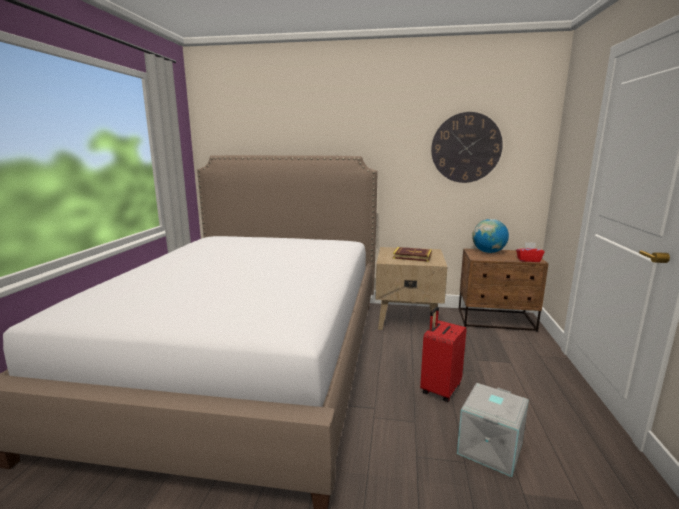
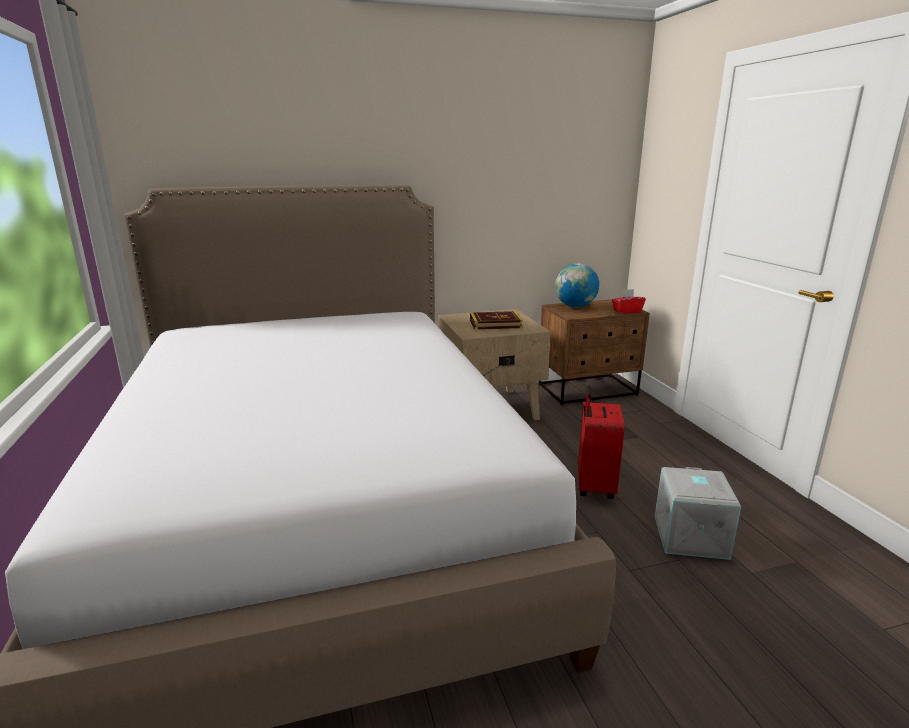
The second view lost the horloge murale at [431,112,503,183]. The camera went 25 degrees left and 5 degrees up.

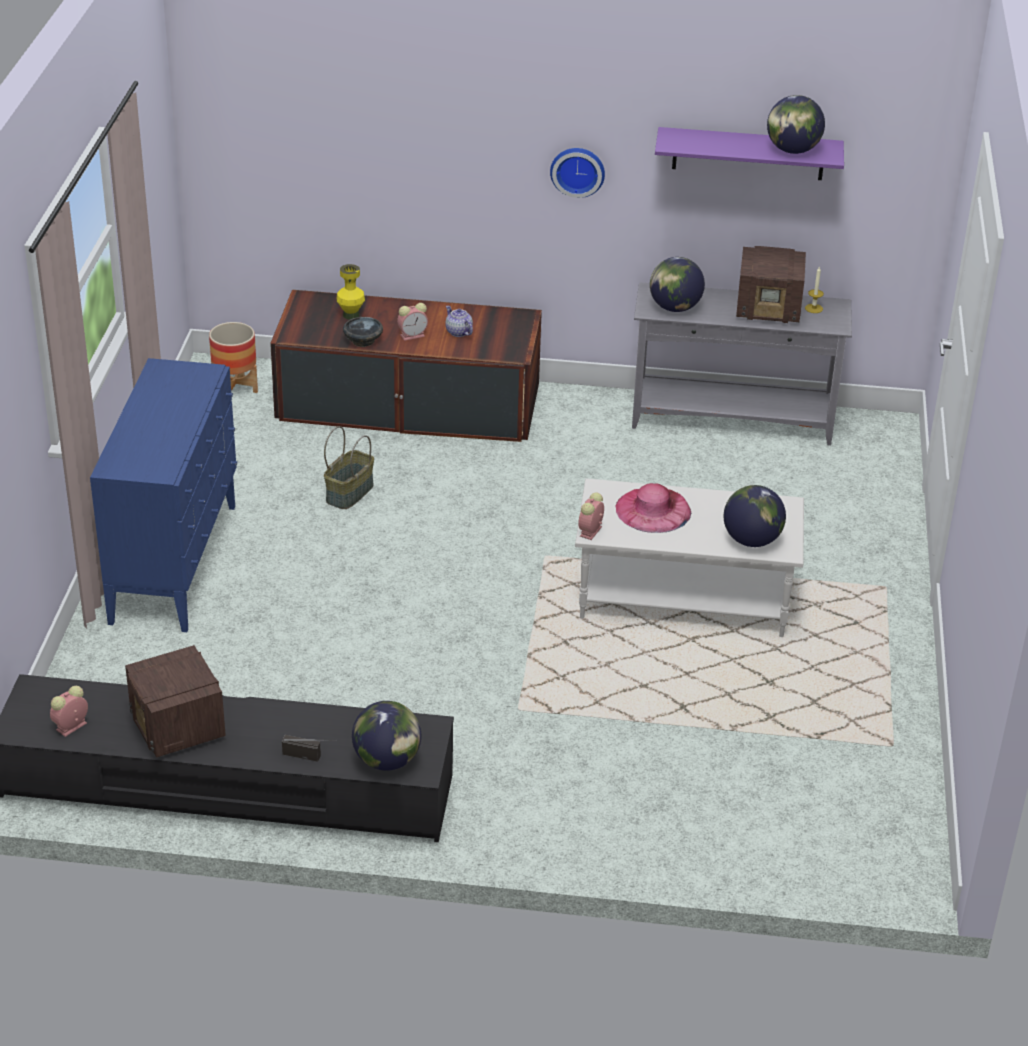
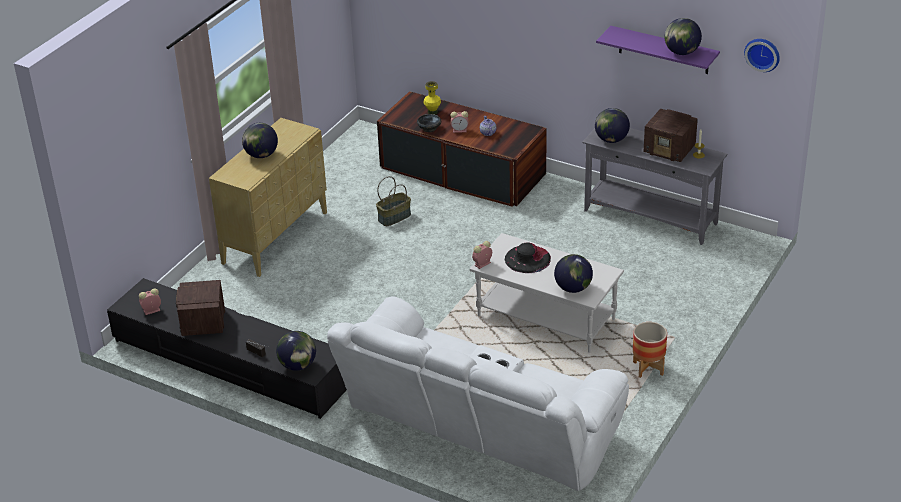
What was the commode/bleu at [90,358,237,632] turned into the commode/beige at [209,118,327,277]. The second view gained the globe at [242,123,278,158]. The second view gained the canapé/blanc at [327,296,629,491]. What was the chapeau/rose at [616,483,691,533] turned into the chapeau/noir at [505,242,551,273]. The cache-pot ended up elsewhere, having gone from [209,322,258,393] to [633,322,667,378]. The horloge murale ended up elsewhere, having gone from [550,148,605,198] to [744,39,780,72]. The camera went 25 degrees right and 0 degrees up.

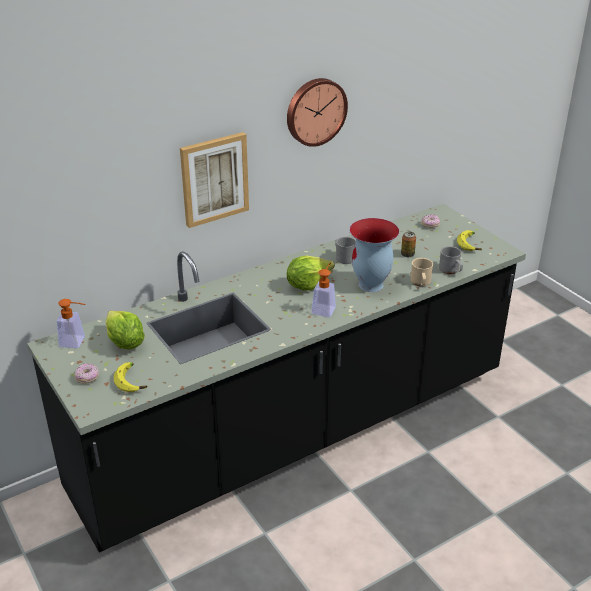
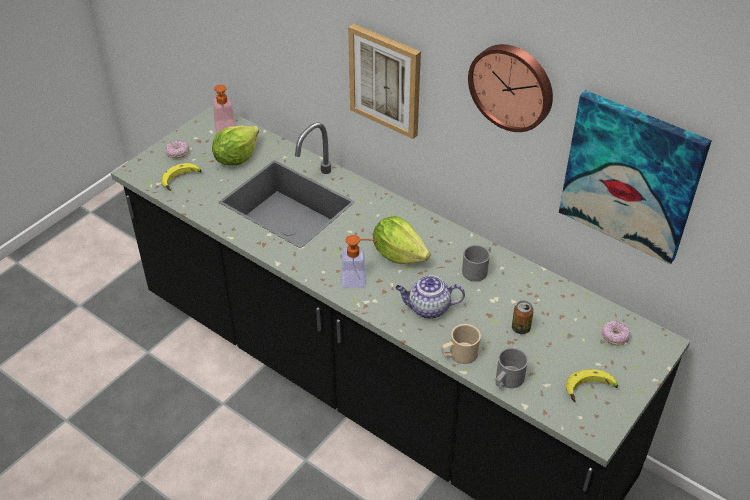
Where the vase stood at [349,218,399,292], the théière came to stand at [395,275,465,319]. The second view gained the tableau at [559,90,712,264]. The camera went 70 degrees right and 10 degrees up.

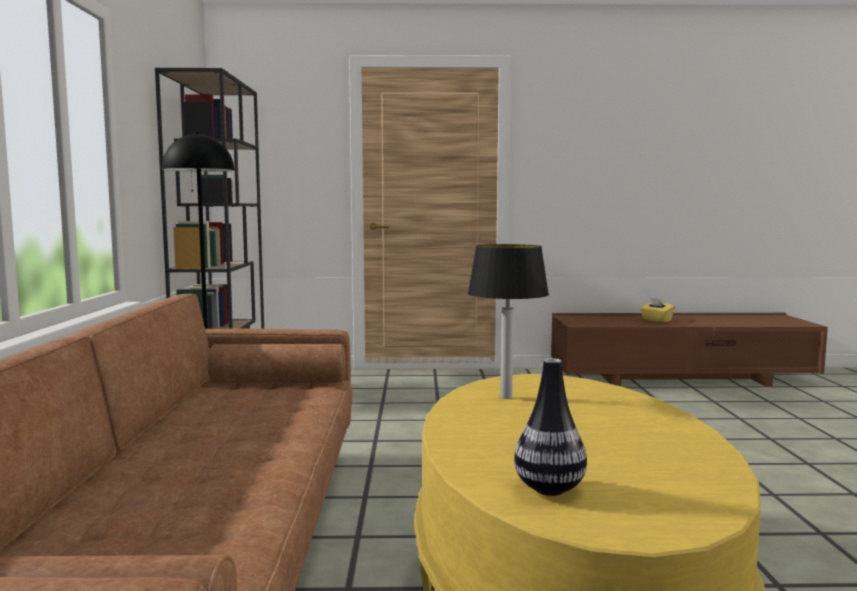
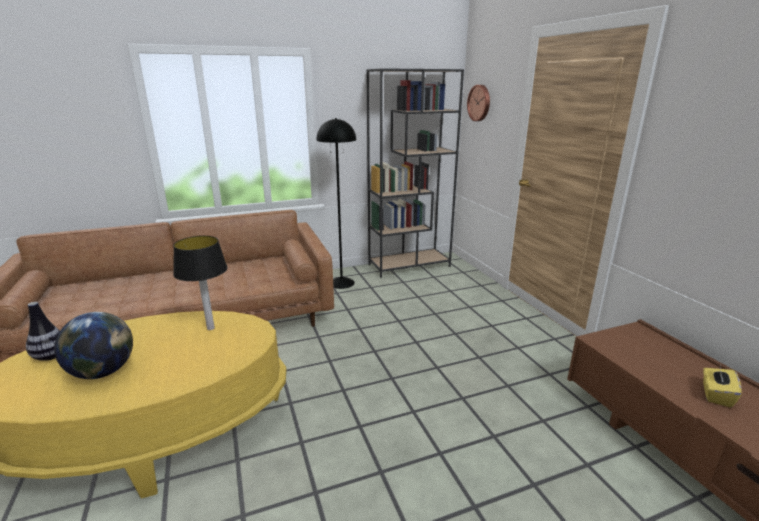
The second view gained the globe at [54,312,133,379]. The second view gained the horloge murale at [467,85,490,121]. The camera went 70 degrees right and 15 degrees up.

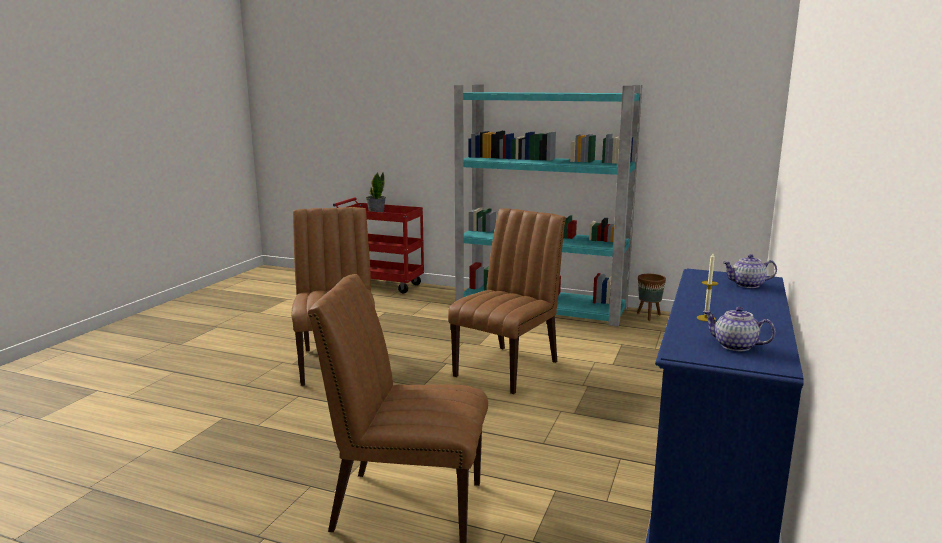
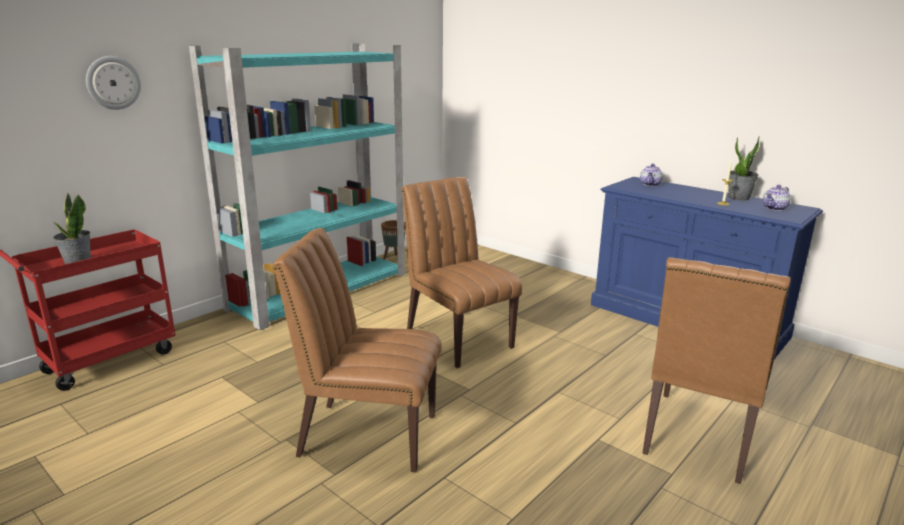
The second view gained the horloge murale at [86,56,141,110]. The second view gained the plante en pot at [728,136,760,200]. The camera went 70 degrees left and 5 degrees up.

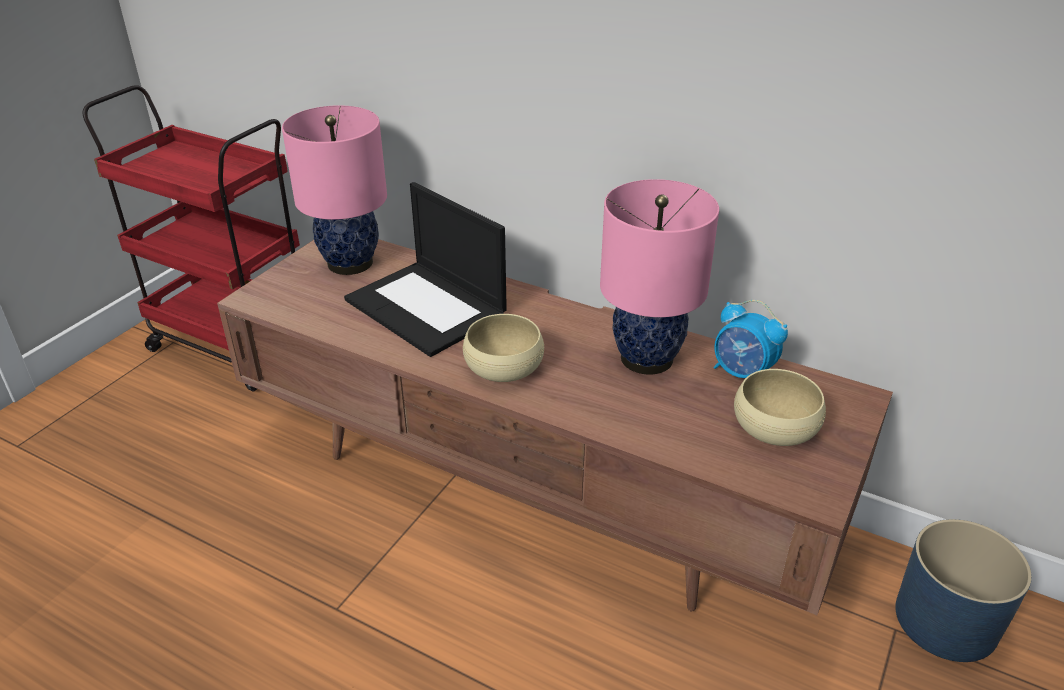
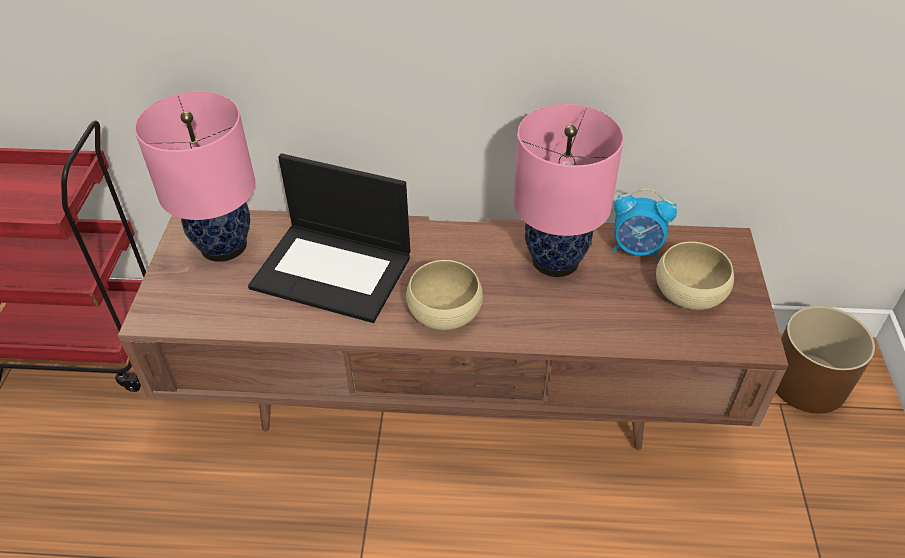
What was the cache-pot/bleu at [895,519,1032,662] turned into the cache-pot/marron at [776,306,875,413]. The camera went 25 degrees left and 10 degrees up.

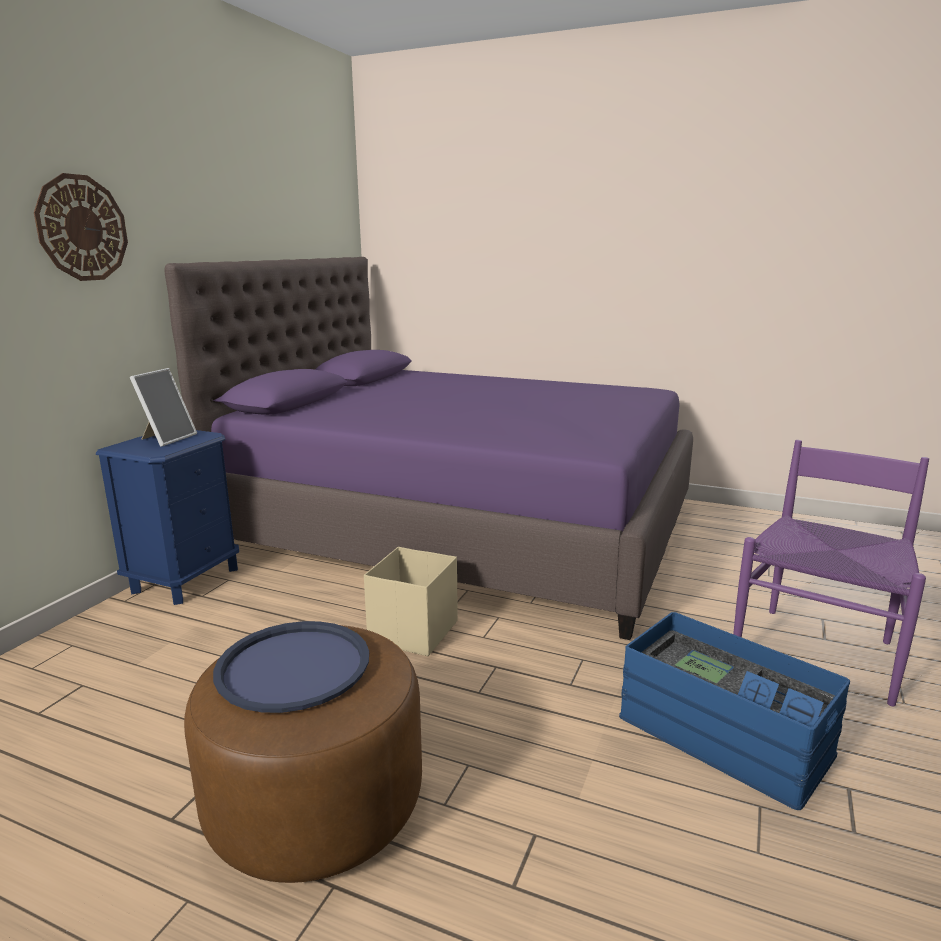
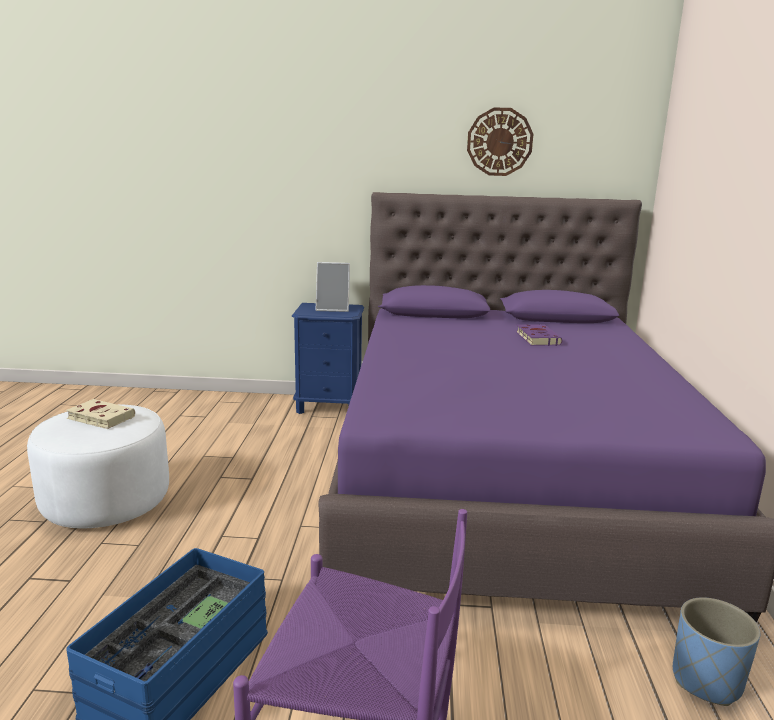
What was the pouf/marron at [184,625,422,883] turned into the pouf/blanc at [27,404,169,528]. Where the plateau/bleu stood at [213,621,369,713], the livre/beige came to stand at [66,399,135,429]. The horloge murale ended up elsewhere, having gone from [34,173,128,281] to [467,108,533,176]. The second view gained the livre/violet at [516,324,562,346]. The second view gained the cache-pot/bleu at [673,597,760,706]. The second view lost the boîte de rangement/beige at [364,547,458,656]. The camera went 70 degrees right and 0 degrees up.

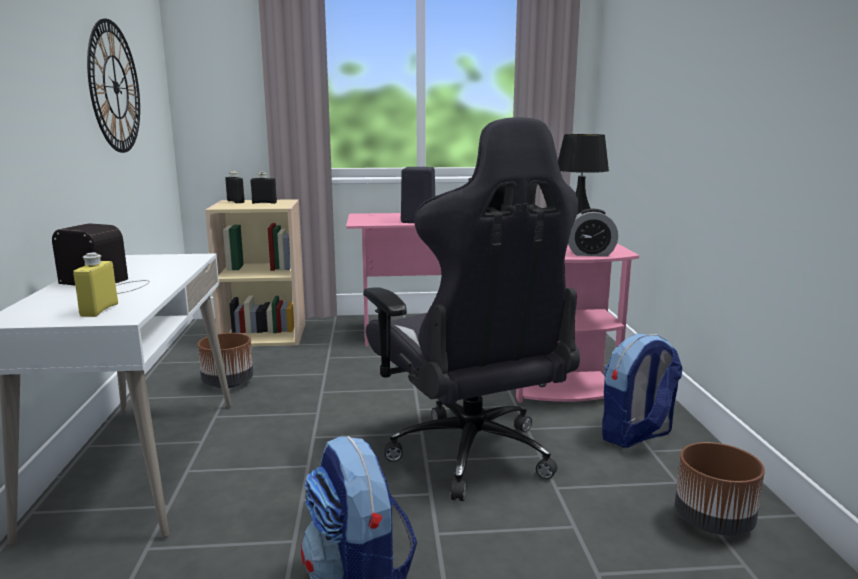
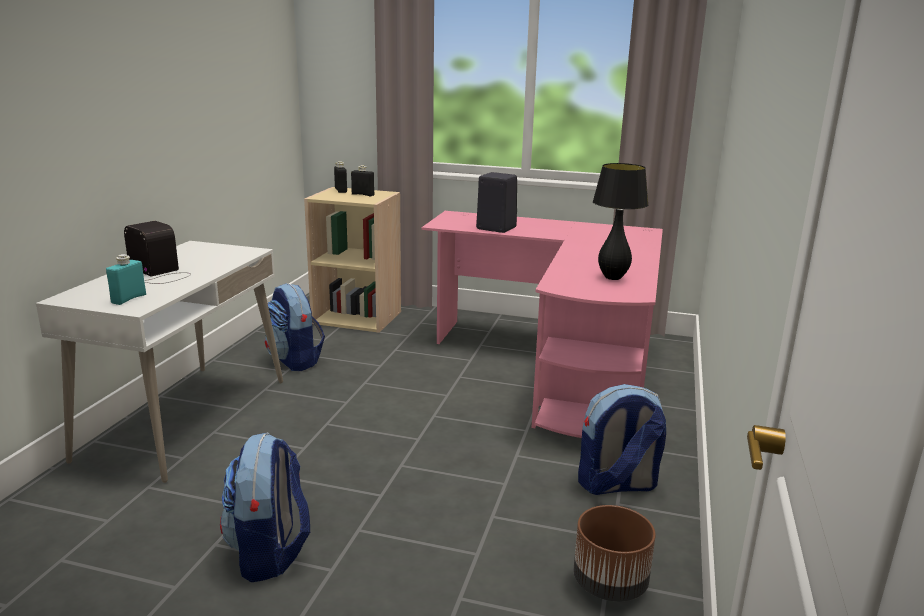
What was the bouteille/jaune at [73,253,118,317] turned into the bouteille/turquoise at [106,254,146,305]. Where the cache-pot/marron stood at [198,333,253,388], the sac à dos came to stand at [265,283,325,371]. The second view lost the horloge murale at [87,19,140,153]. The second view lost the chaise de bureau/noir at [363,117,580,501]. The second view lost the réveil at [568,208,618,256]. The camera went 20 degrees right and 5 degrees up.

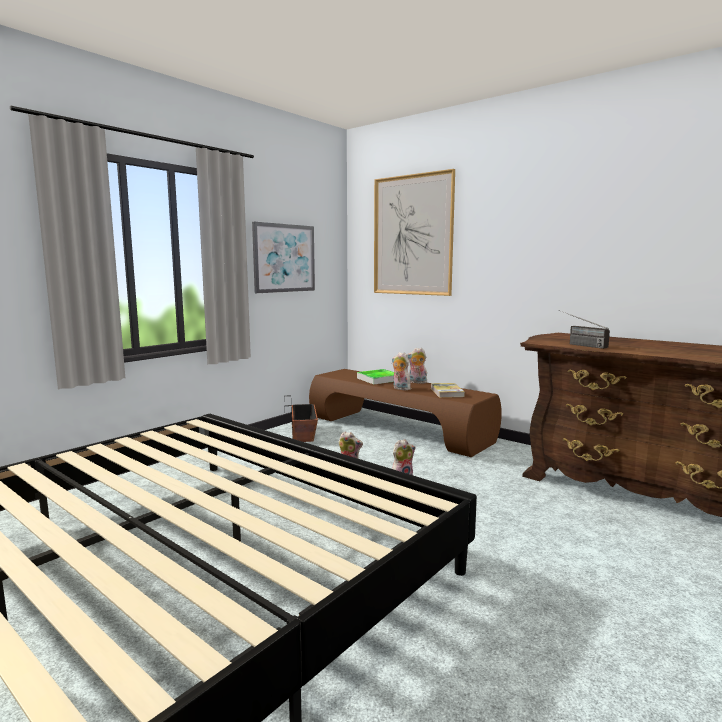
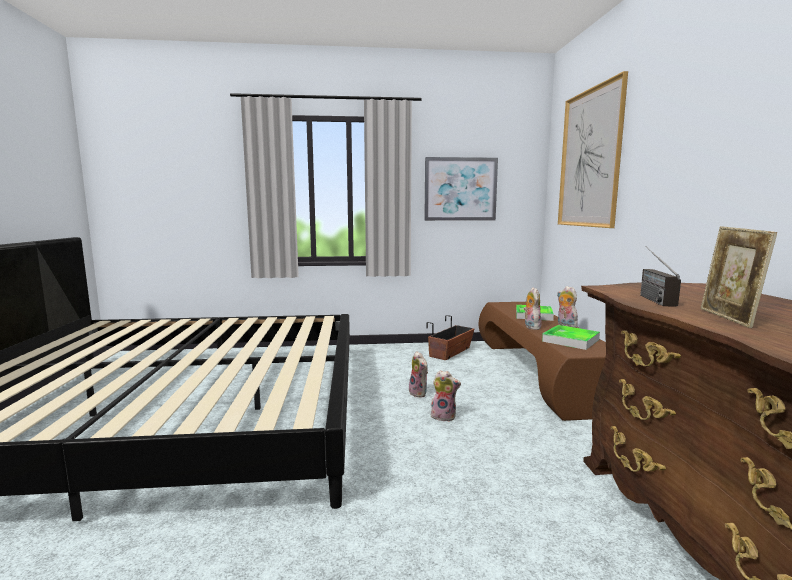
Where the livre stood at [430,383,465,398], the plateau came to stand at [542,325,600,350]. The second view gained the cadre photo at [701,226,777,328]. The camera went 45 degrees right and 0 degrees up.

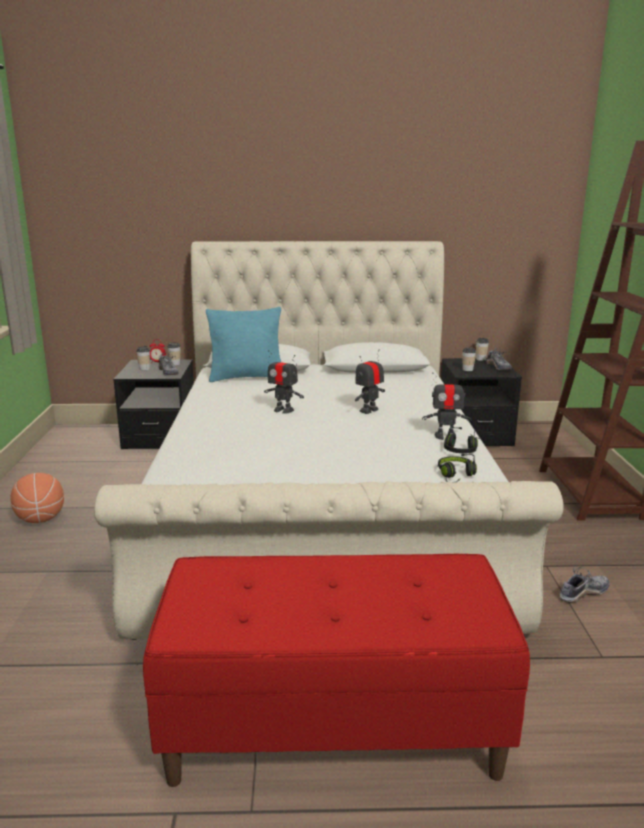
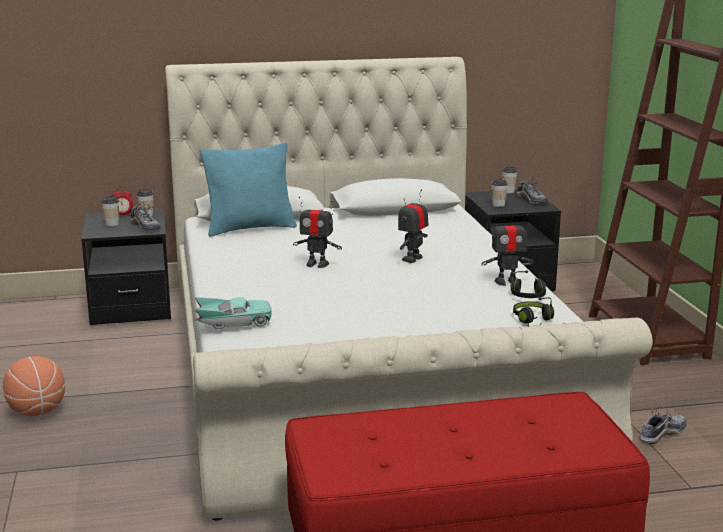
The second view gained the petite voiture/turquoise at [194,297,272,329]. The camera went 10 degrees left and 0 degrees up.

